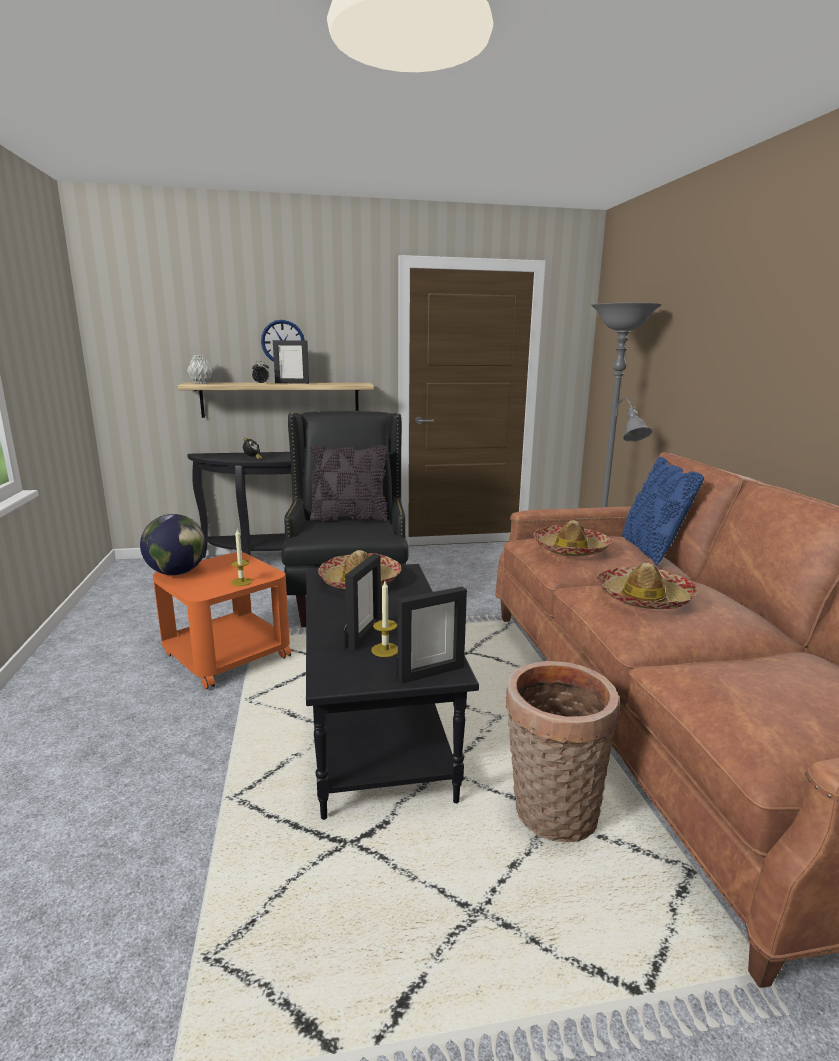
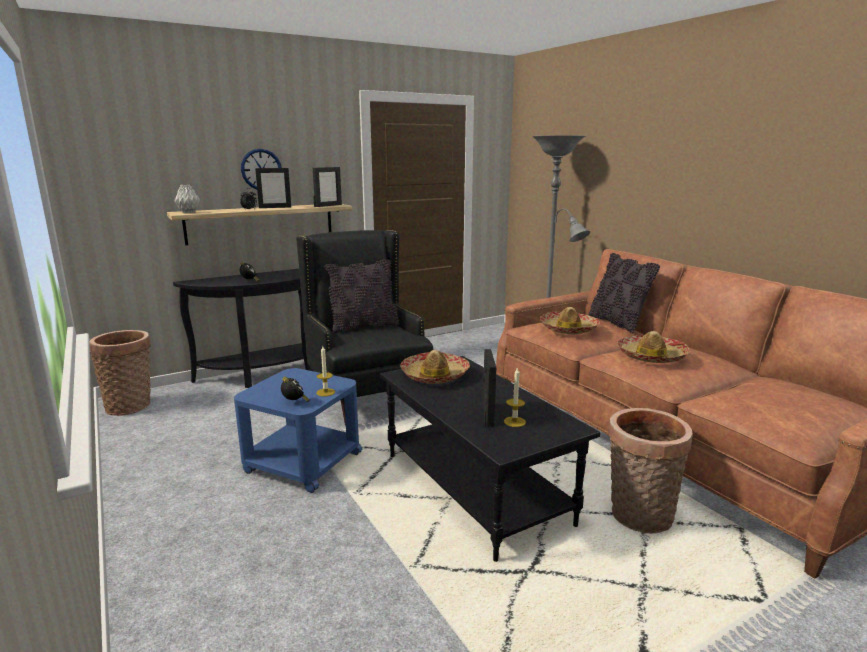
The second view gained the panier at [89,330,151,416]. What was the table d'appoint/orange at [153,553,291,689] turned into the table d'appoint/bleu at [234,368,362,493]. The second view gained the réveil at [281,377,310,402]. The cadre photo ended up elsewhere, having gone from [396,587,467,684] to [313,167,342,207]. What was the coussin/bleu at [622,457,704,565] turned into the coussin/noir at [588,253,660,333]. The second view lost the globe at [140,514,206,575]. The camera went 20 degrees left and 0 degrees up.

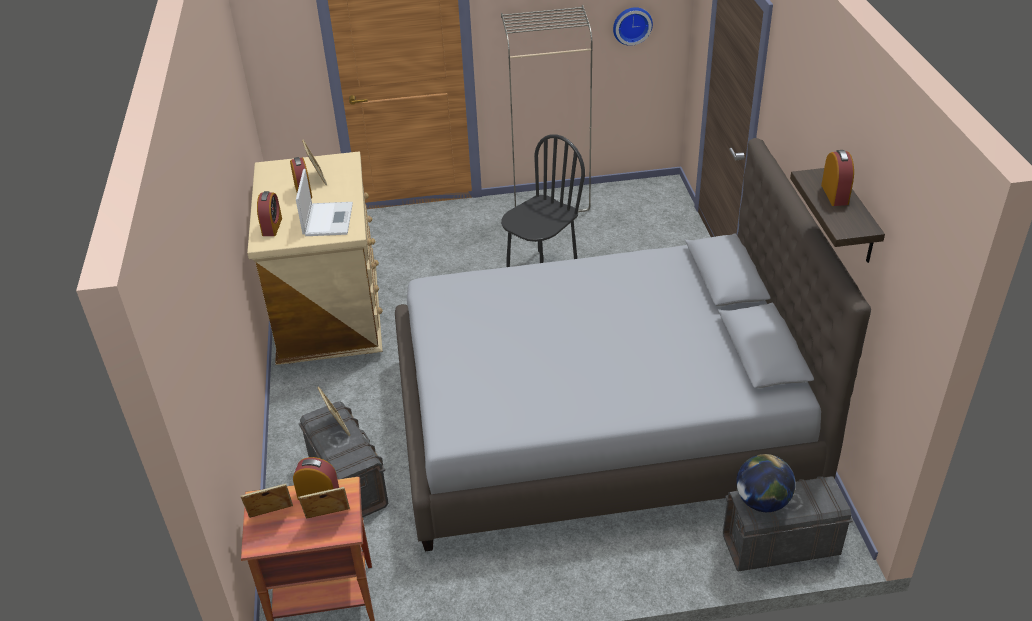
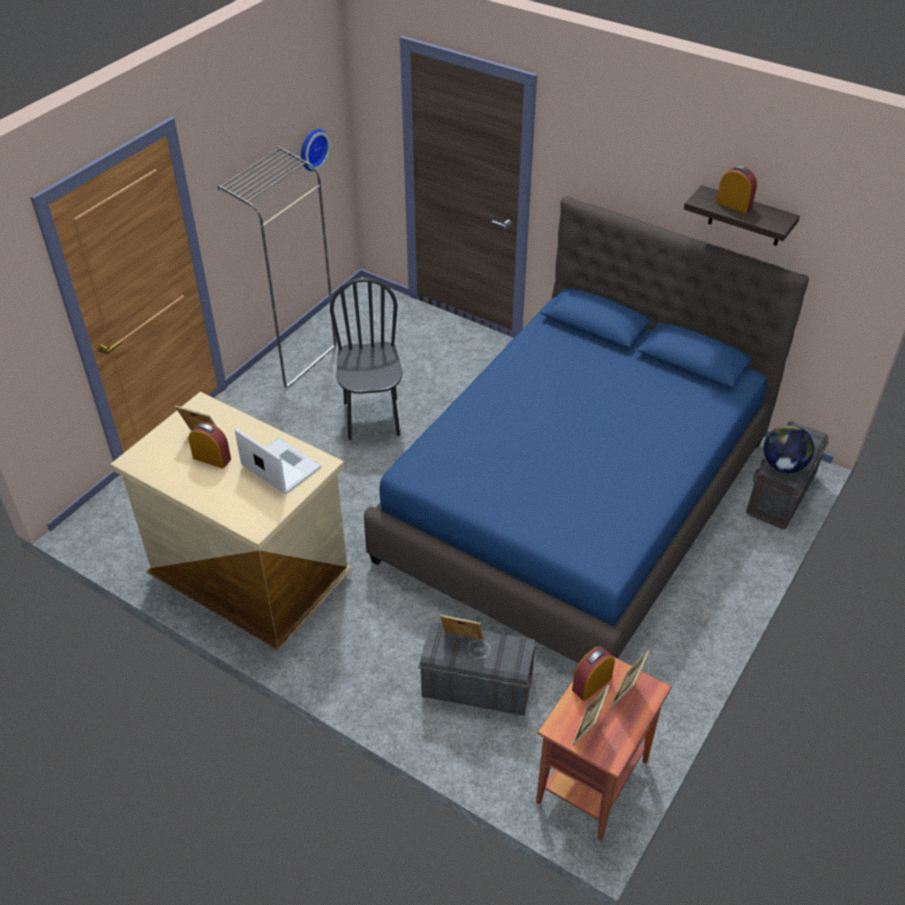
What was the lit/gris at [395,138,871,552] turned into the lit/bleu at [364,196,809,663]. The second view lost the réveil at [257,191,282,236]. The camera went 50 degrees left and 5 degrees up.

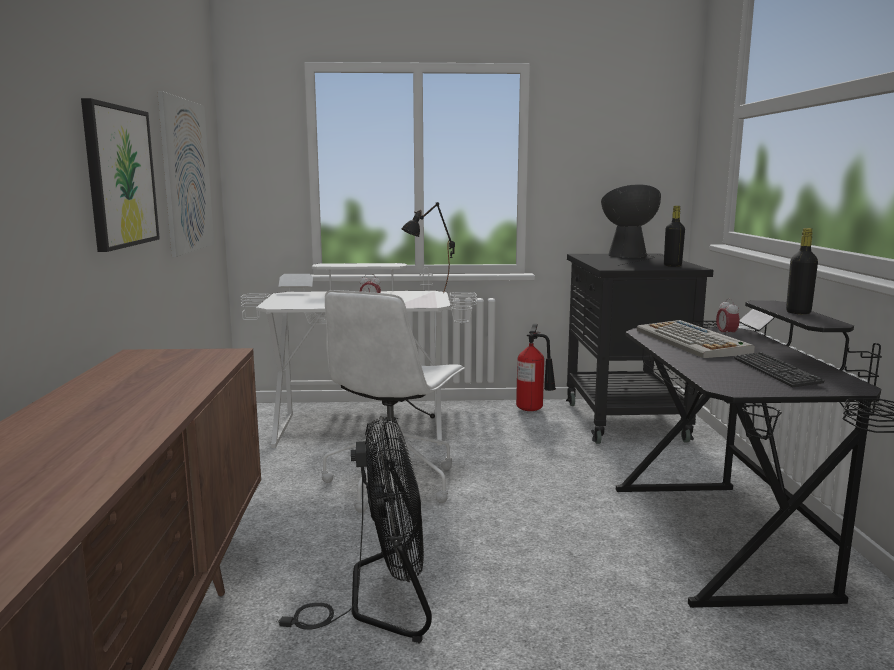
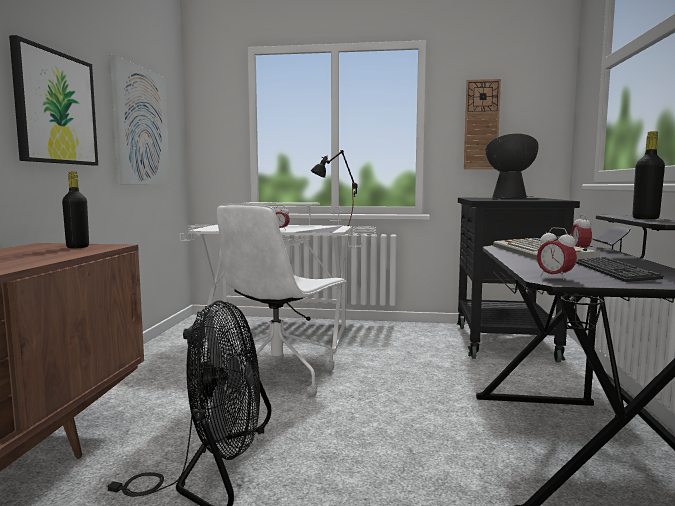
The bouteille/noir ended up elsewhere, having gone from [664,206,685,267] to [62,171,89,248]. The second view gained the horloge murale at [464,79,501,169]. The second view gained the réveil at [537,227,577,280]. The second view lost the extincteur at [516,324,556,411]. The camera went 10 degrees right and 5 degrees down.

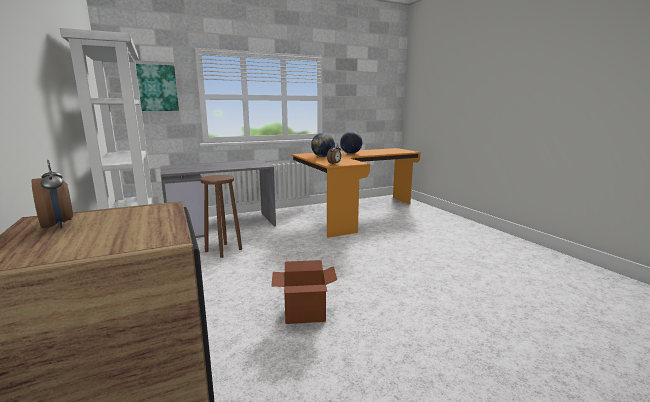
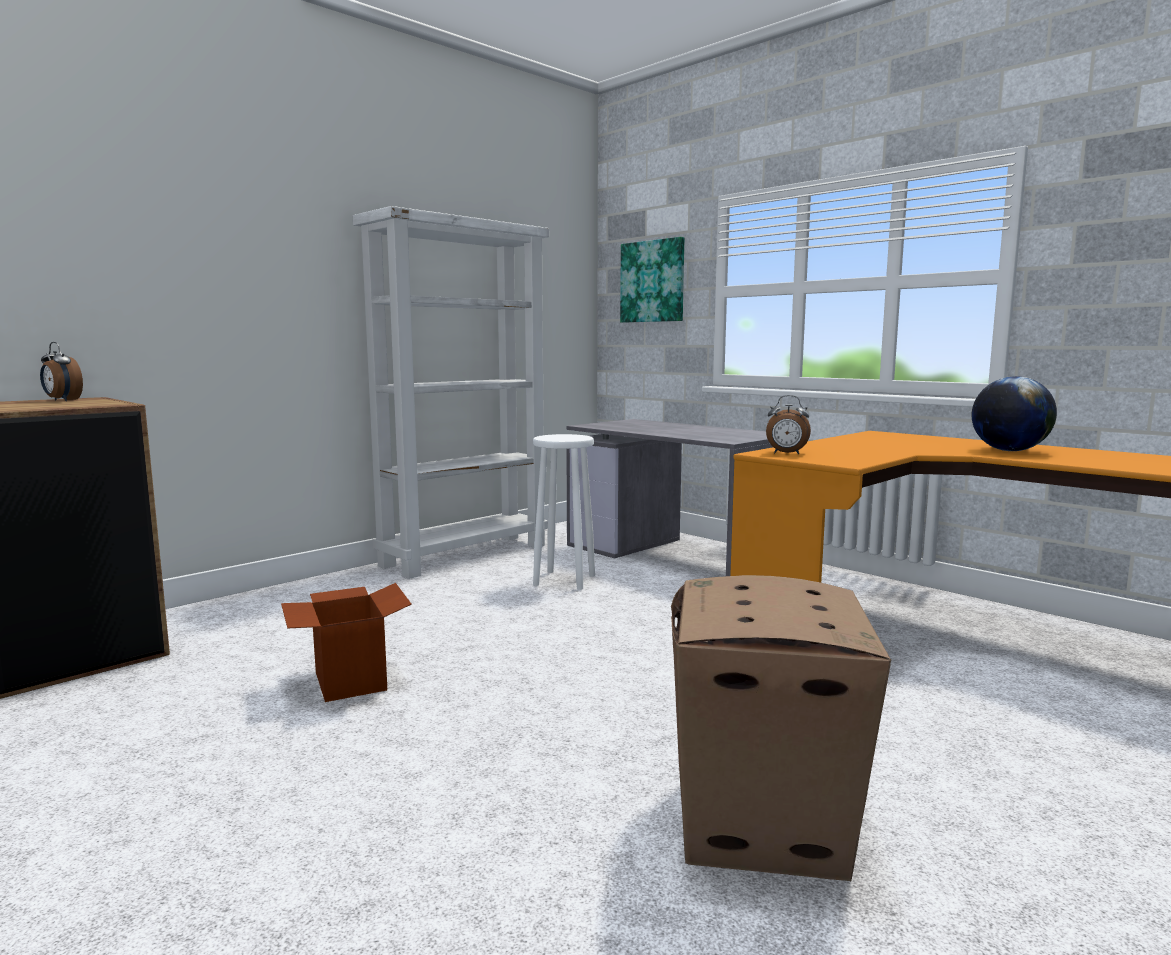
The réveil at [32,160,73,229] ended up facing another way, 90 degrees clockwise from before. What was the tabouret/marron at [200,175,242,258] turned into the tabouret/blanc at [533,434,595,590]. The second view gained the carton at [671,575,891,881]. The second view lost the globe at [311,133,335,157]. The camera went 70 degrees right and 5 degrees down.

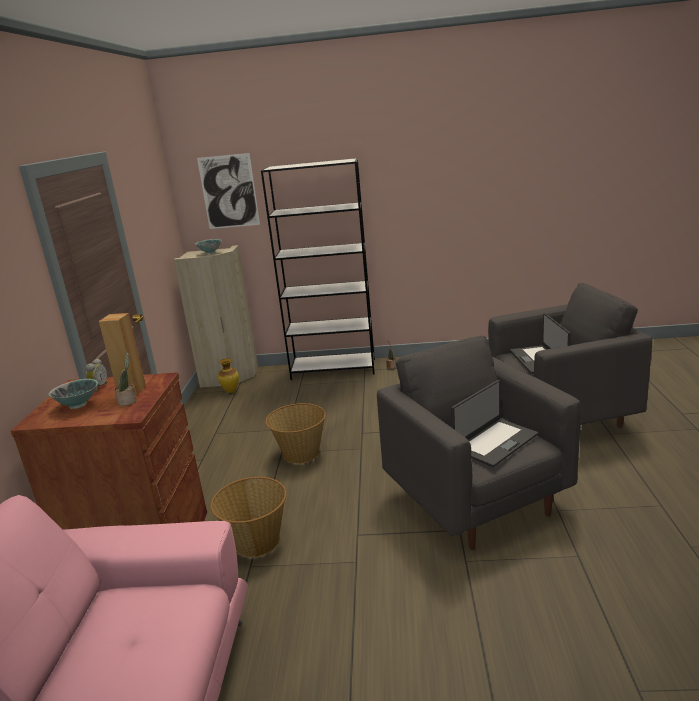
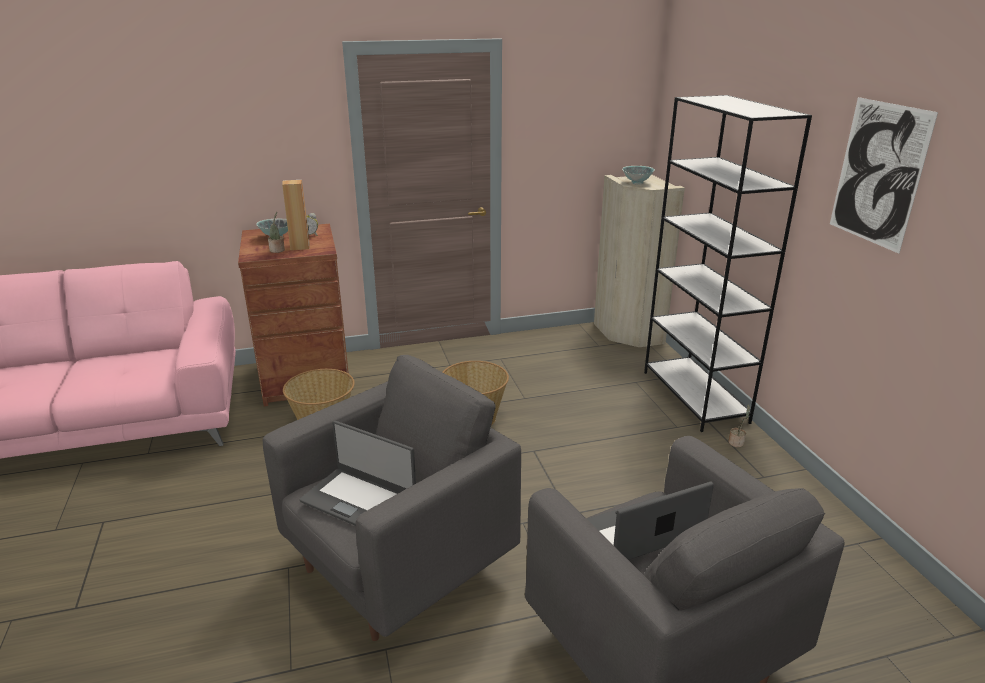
The tableau ended up elsewhere, having gone from [197,153,260,229] to [830,97,938,254]. The second view lost the vase at [218,358,239,393]. The camera went 70 degrees right and 5 degrees up.

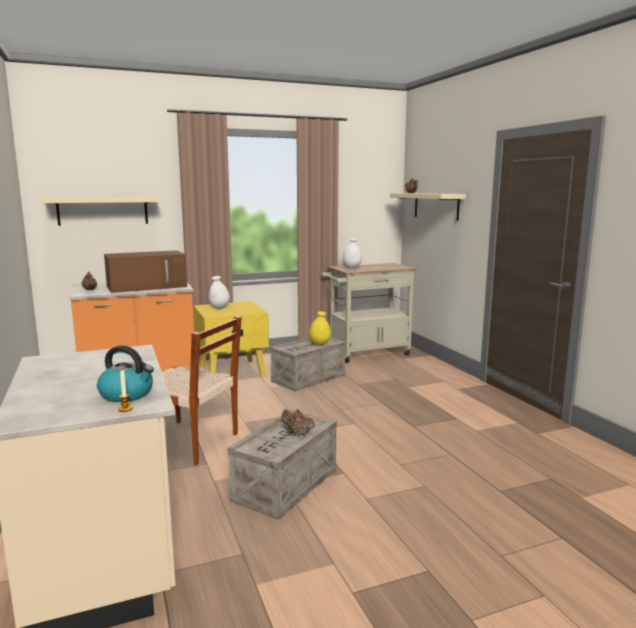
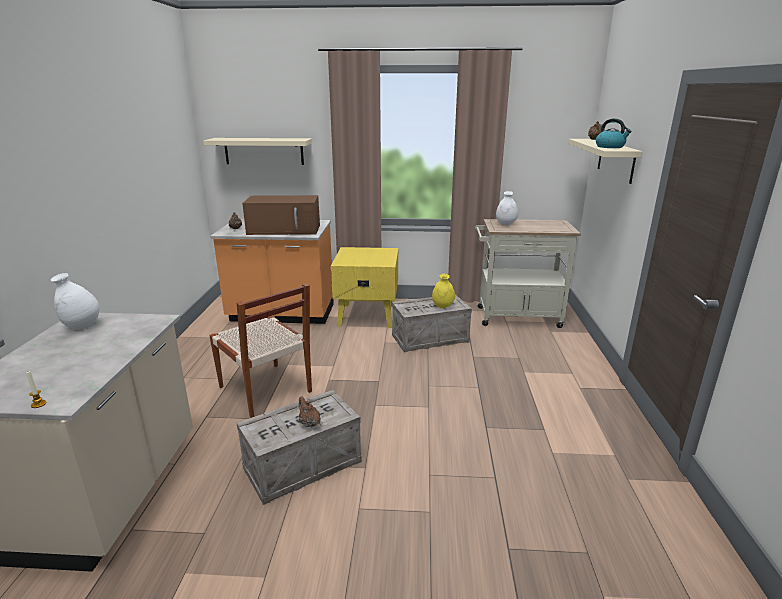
The vase/blanc ended up elsewhere, having gone from [209,276,230,309] to [51,273,99,329]. The bouilloire ended up elsewhere, having gone from [97,345,154,402] to [596,118,632,148]. The camera went 25 degrees right and 10 degrees up.

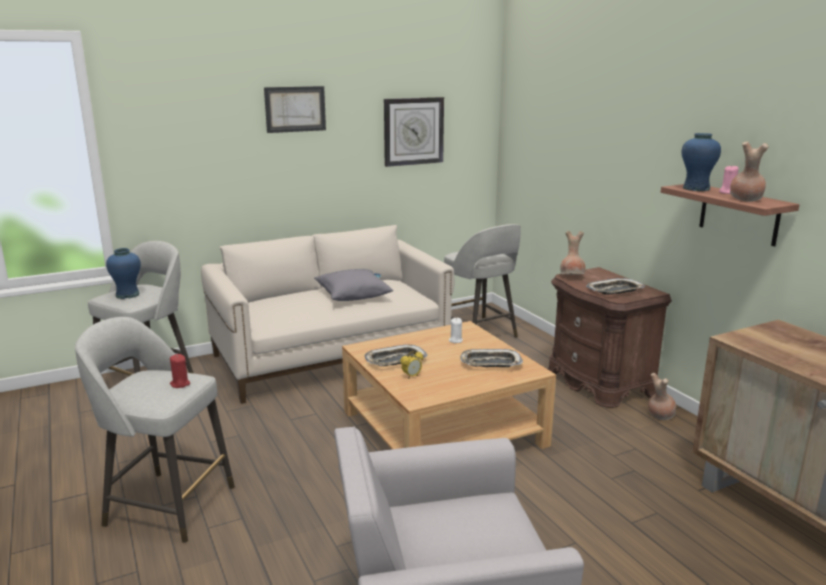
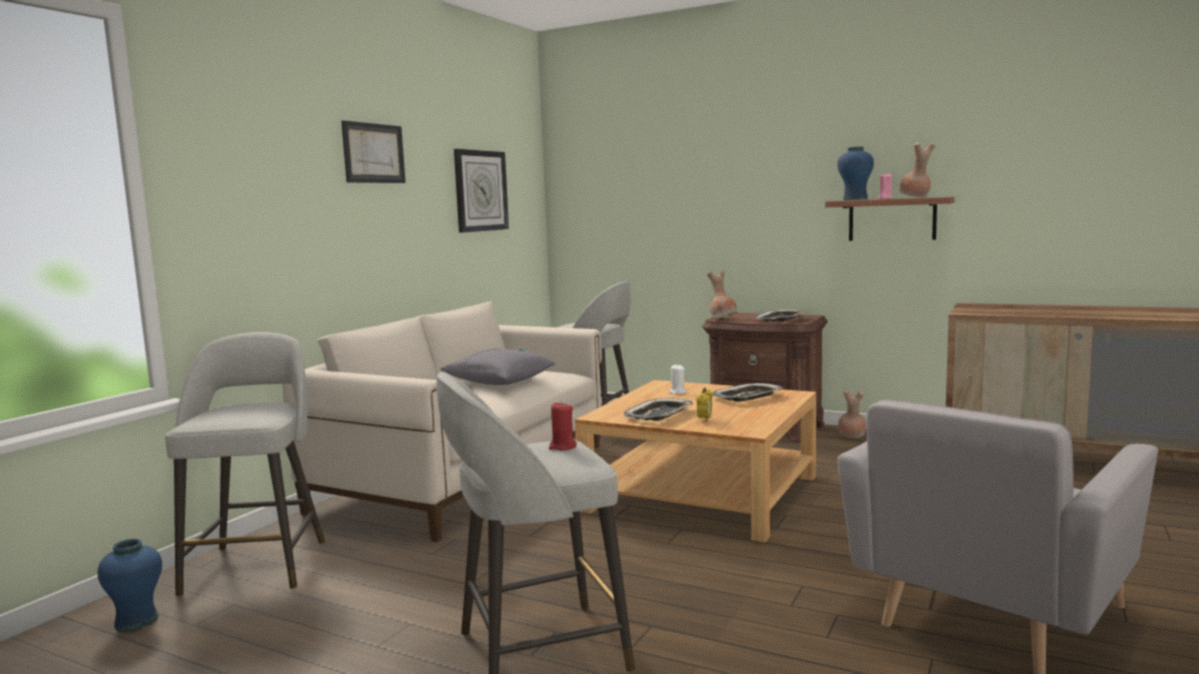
The vase/bleu ended up elsewhere, having gone from [106,248,141,299] to [98,539,162,632]. The camera went 35 degrees left and 10 degrees down.

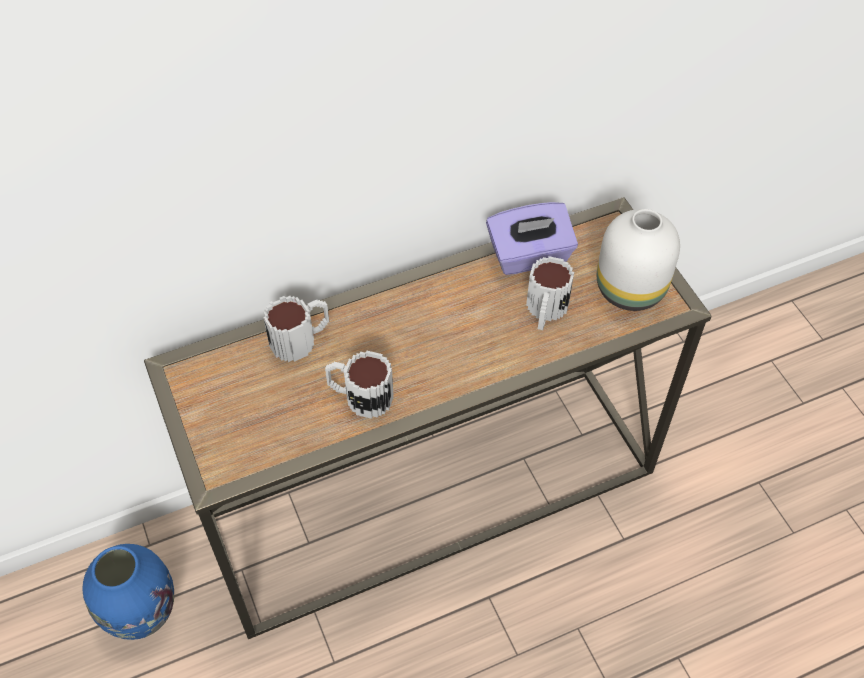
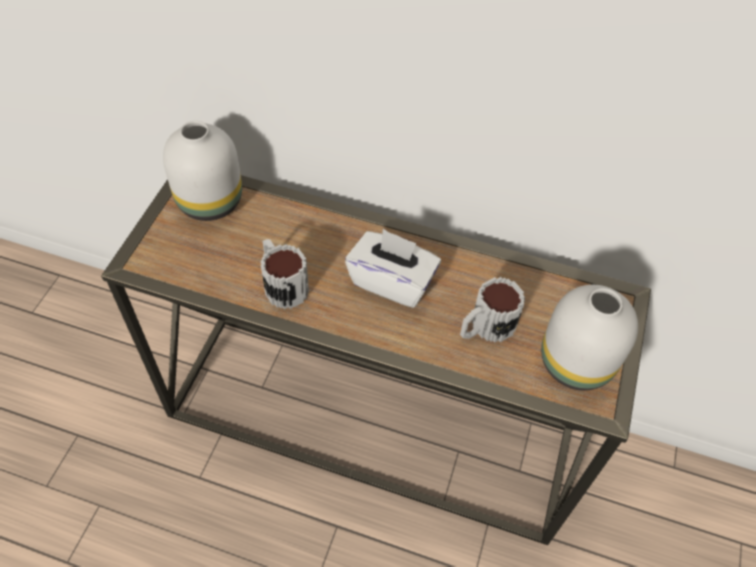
The second view gained the vase/blanc at [163,121,242,221]. The second view gained the boîte à mouchoirs/blanc at [345,229,441,308]. The second view lost the vase/bleu at [82,544,174,640]. The second view lost the mug at [263,296,329,362]. The second view lost the boîte à mouchoirs/violet at [486,202,578,275]. The camera went 40 degrees right and 0 degrees up.

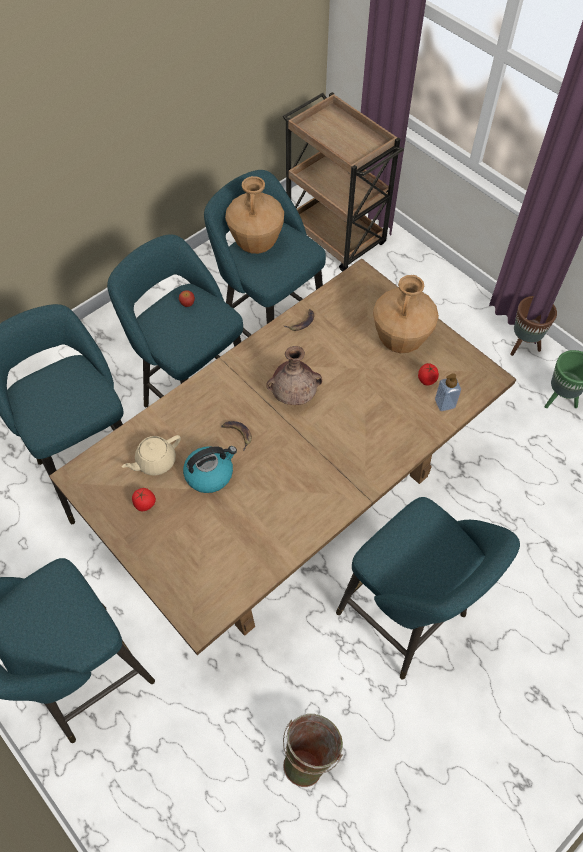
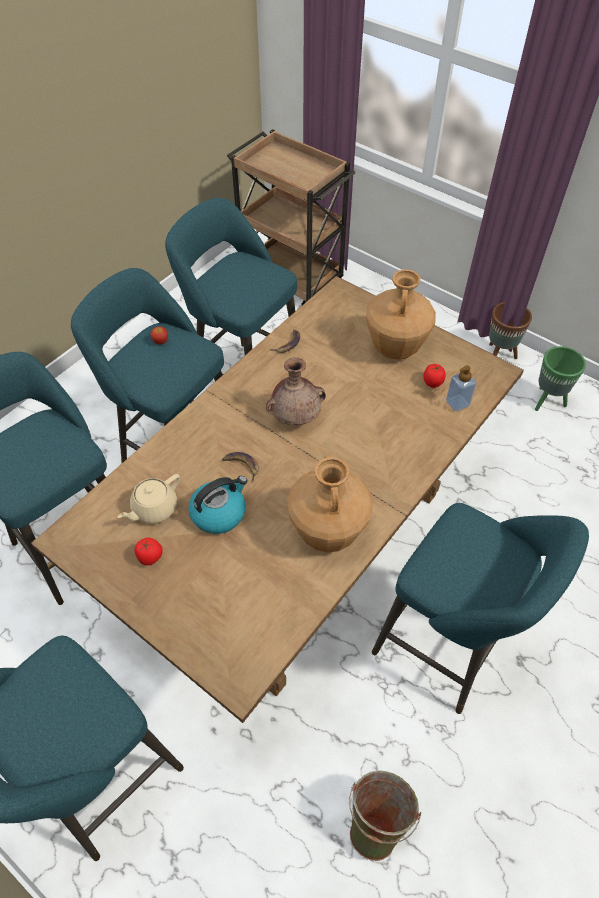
The vase/marron ended up elsewhere, having gone from [225,176,284,254] to [287,455,373,552]. The camera went 10 degrees left and 5 degrees down.

